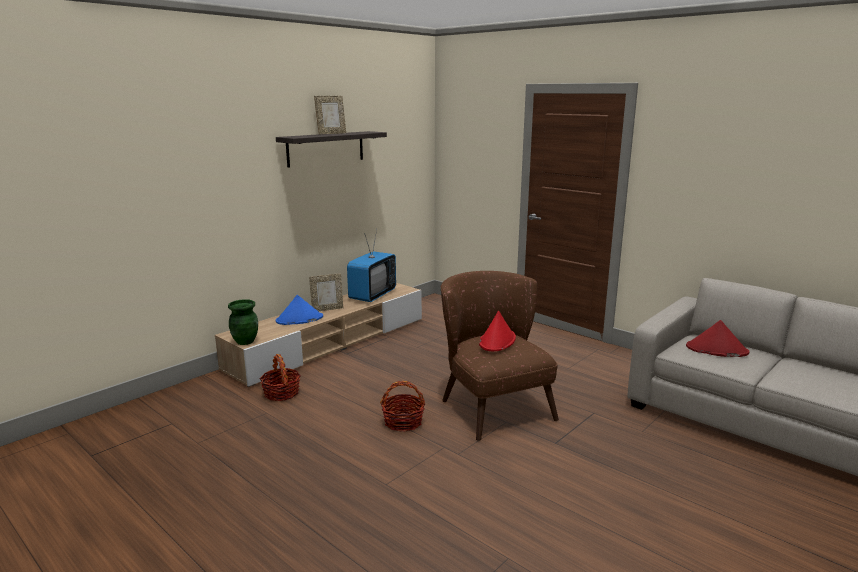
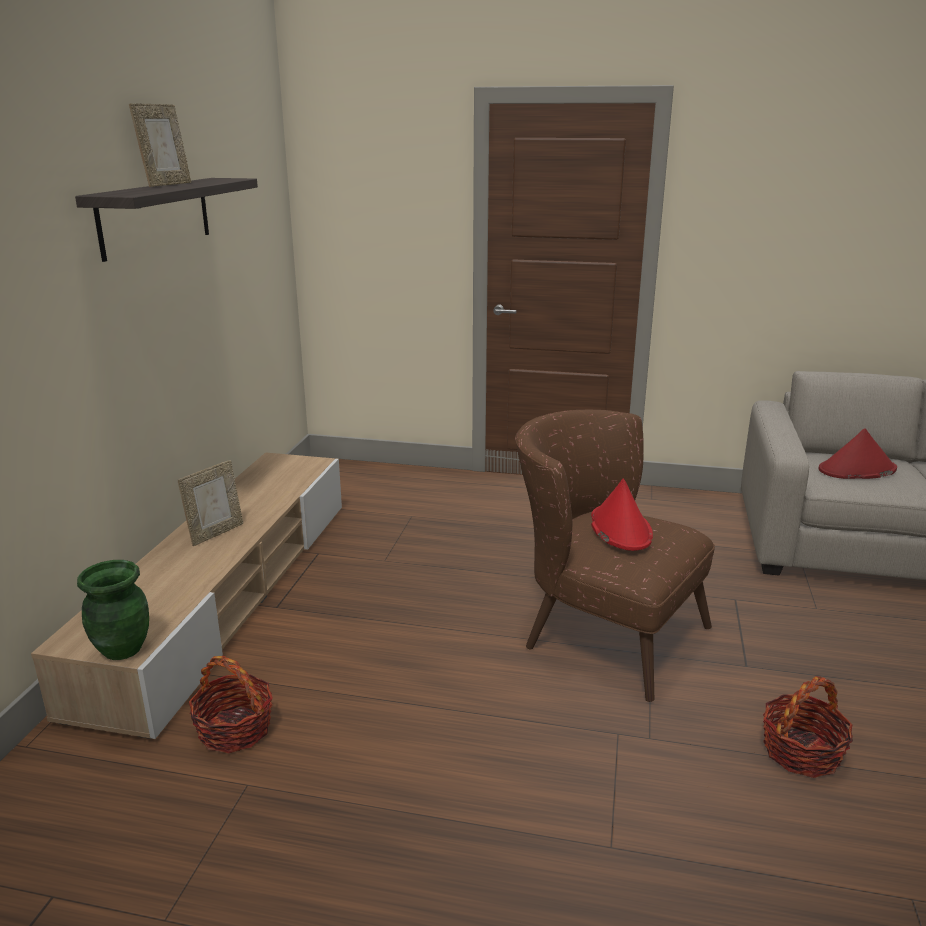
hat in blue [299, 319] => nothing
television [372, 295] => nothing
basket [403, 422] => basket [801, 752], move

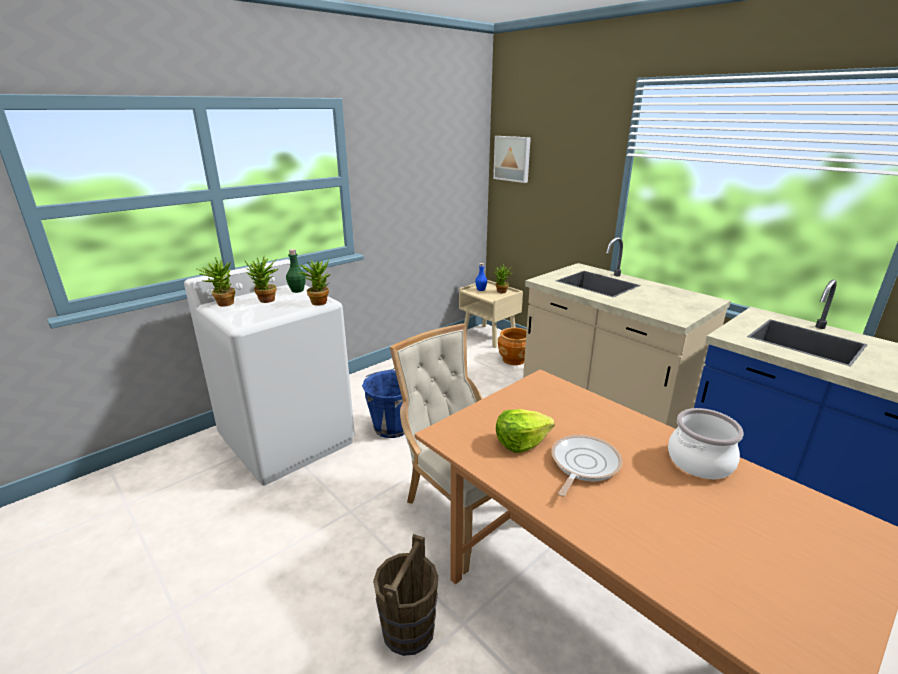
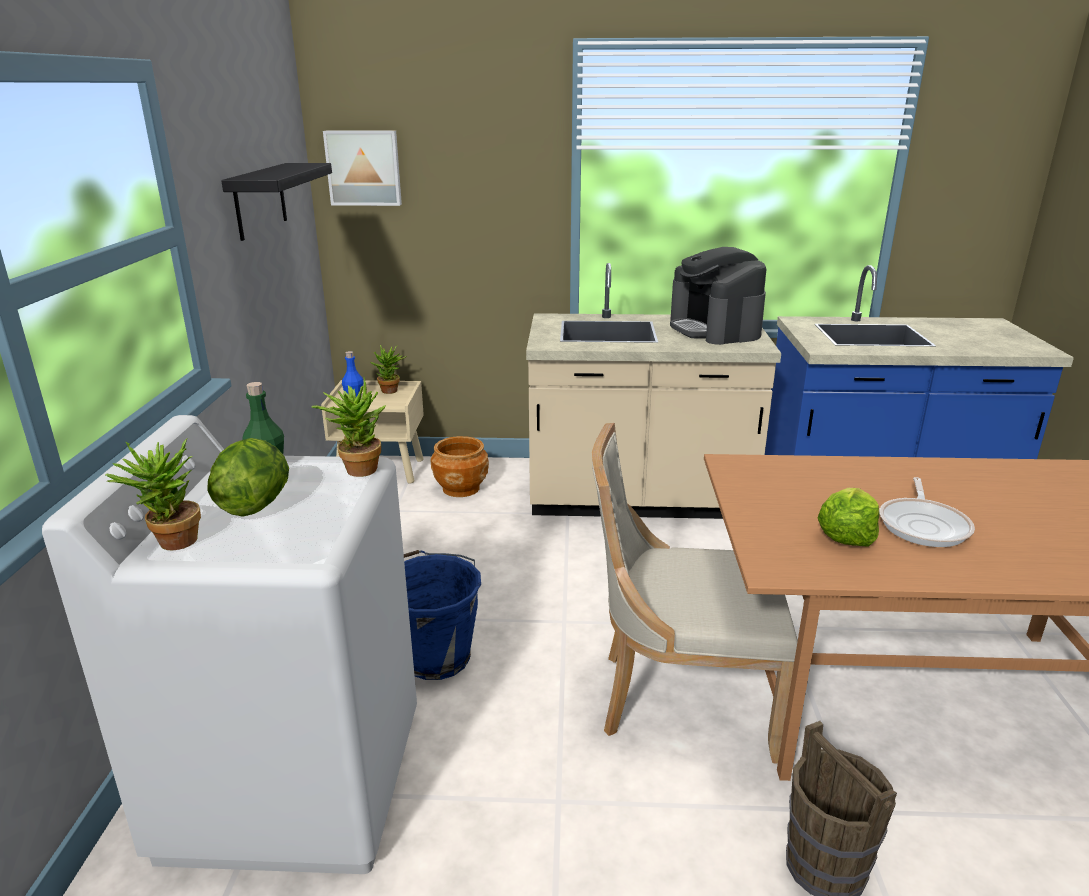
potted plant [266, 301] => lettuce [256, 505]
frying pan [582, 464] => frying pan [924, 525], 150 degrees counterclockwise
cooking pot [699, 461] => nothing
nothing => shelf in black [260, 200]
nothing => coffee machine [714, 329]

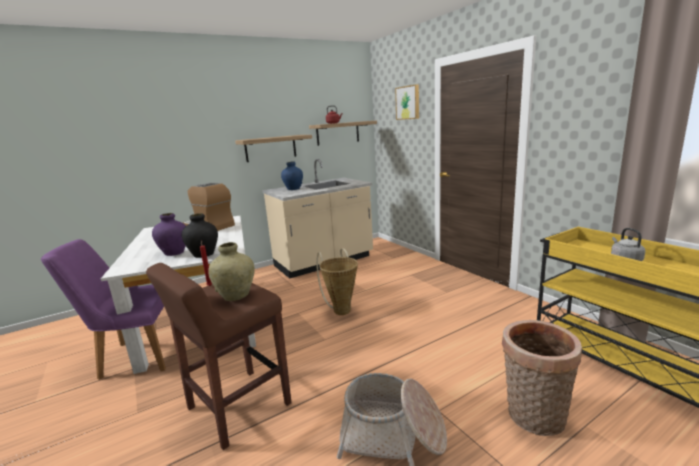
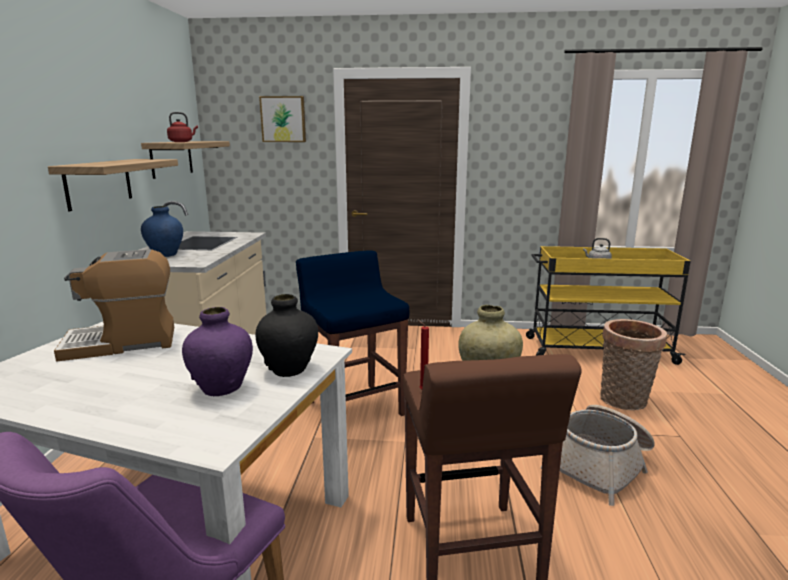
basket [341, 309] => stool in blue [354, 407]

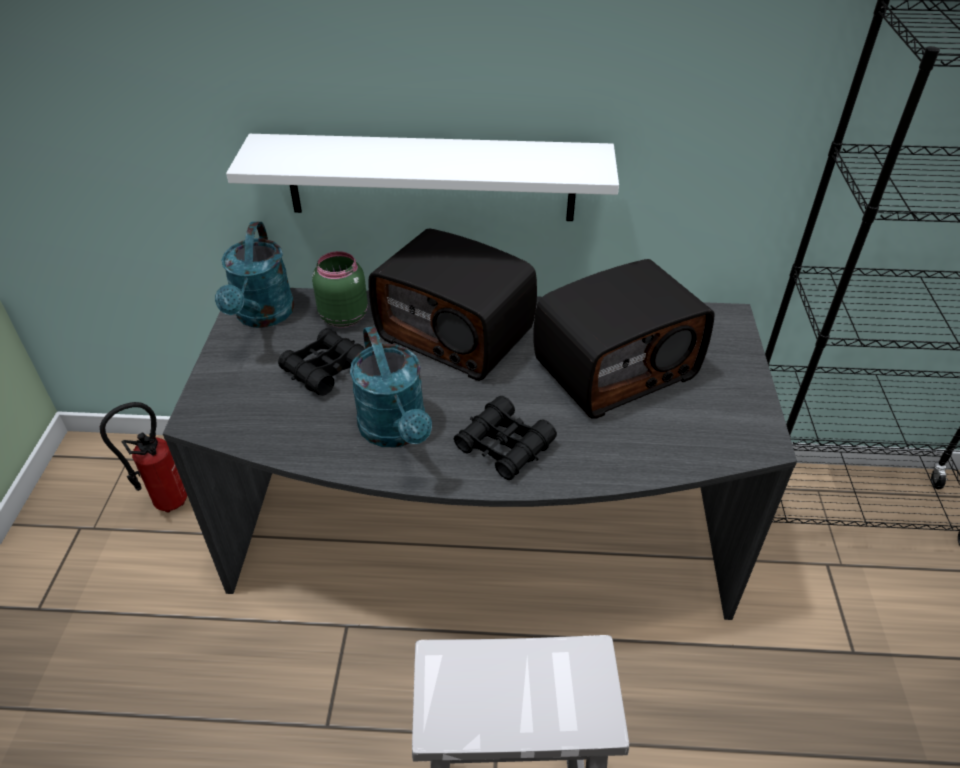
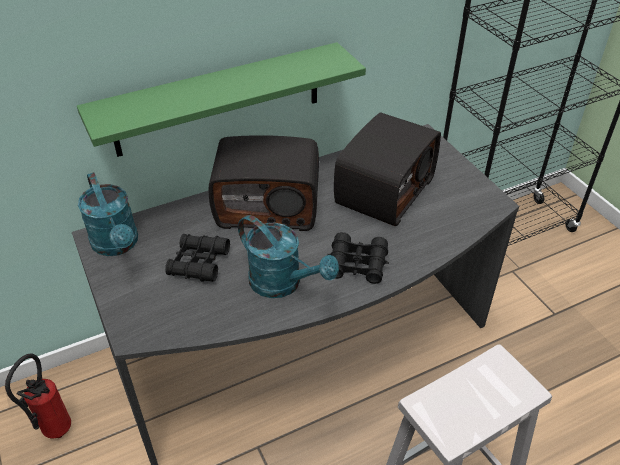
shelf in white [431, 178] => shelf in green [218, 100]
jar in green [343, 316] => nothing

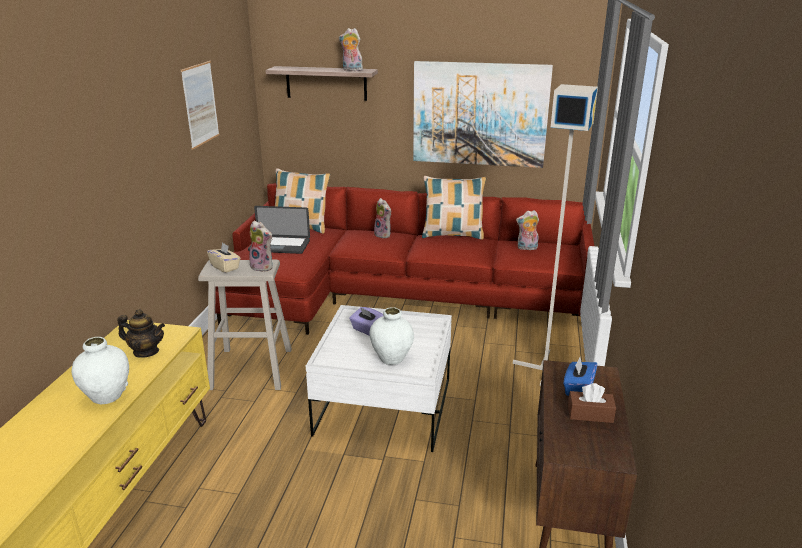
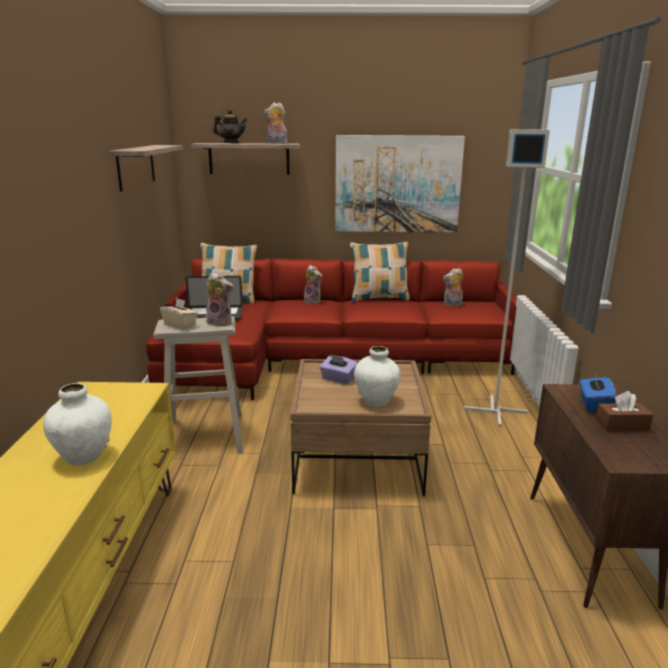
teapot [146, 352] => teapot [231, 143], move
picture [200, 104] => shelf [136, 166]
coffee table in white [384, 407] => coffee table in brown [357, 458]

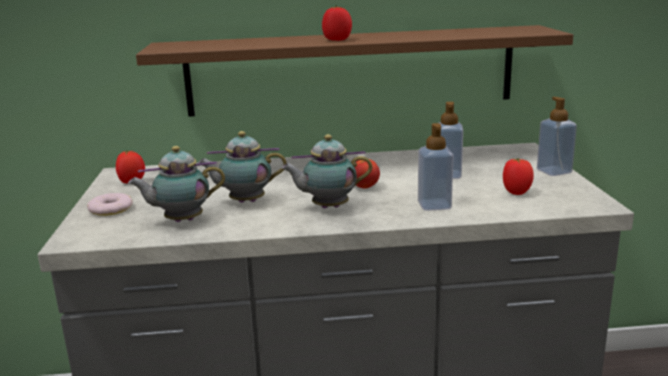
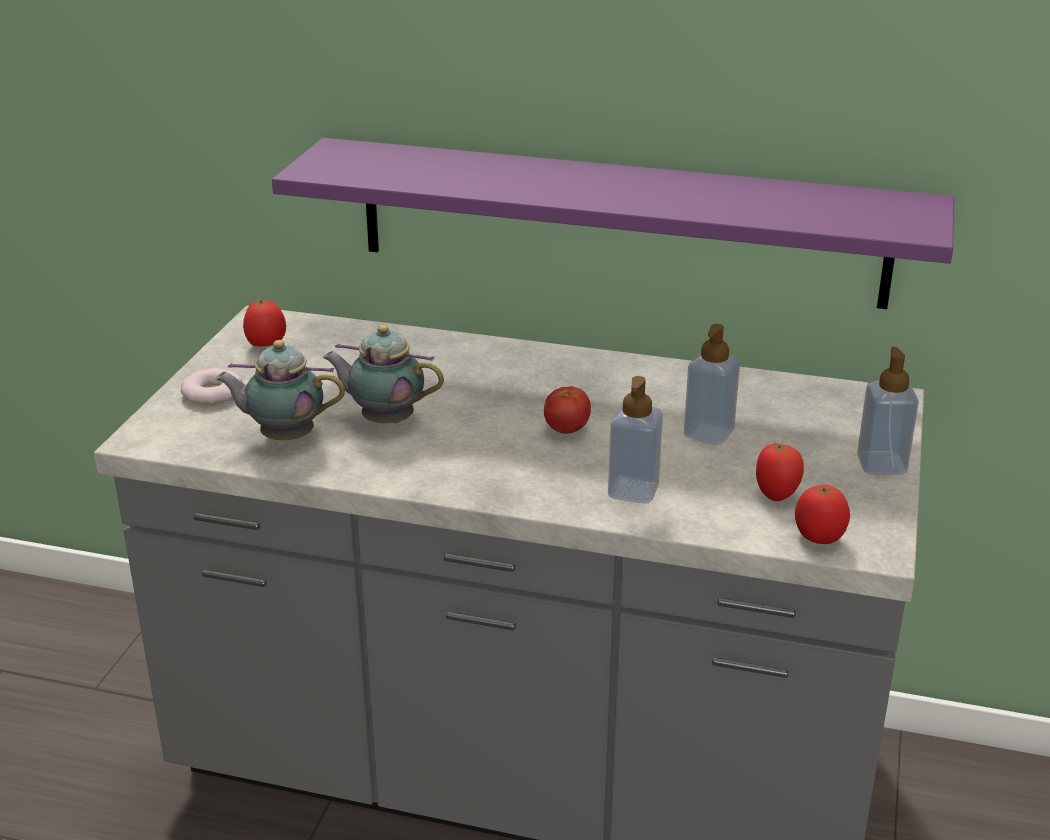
shelf in brown [350, 71] => shelf in purple [619, 222]
teapot [327, 207] => nothing
tomato [337, 40] => tomato [818, 537], move

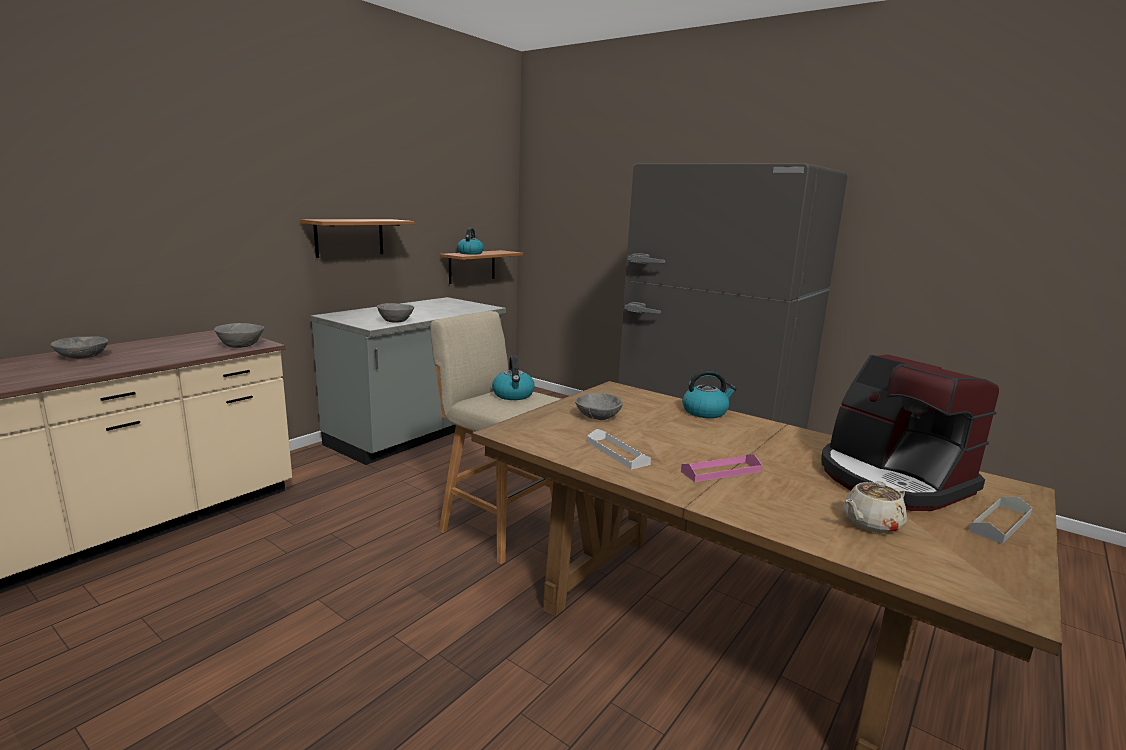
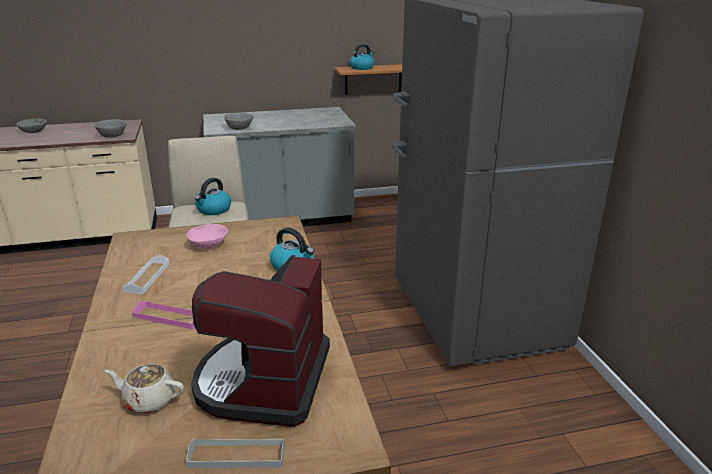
shelf [349, 237] => nothing
bowl in grey [598, 416] => bowl in pink [209, 245]

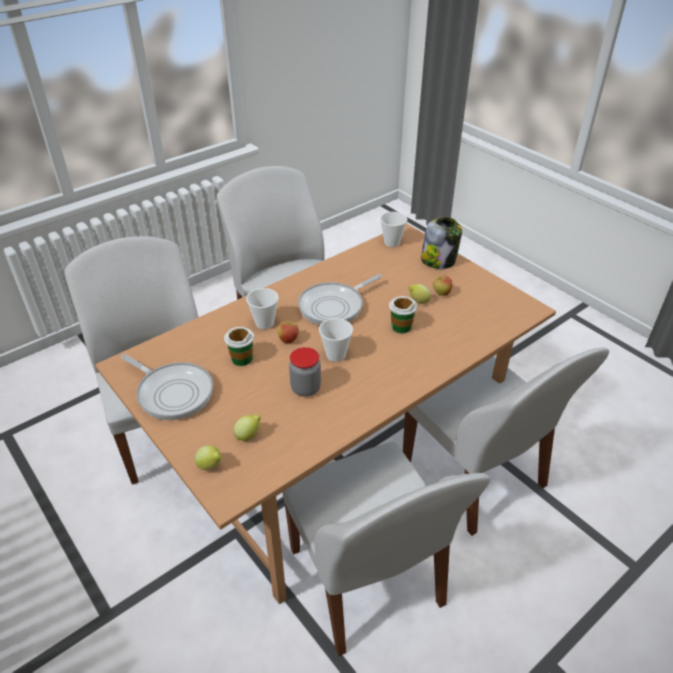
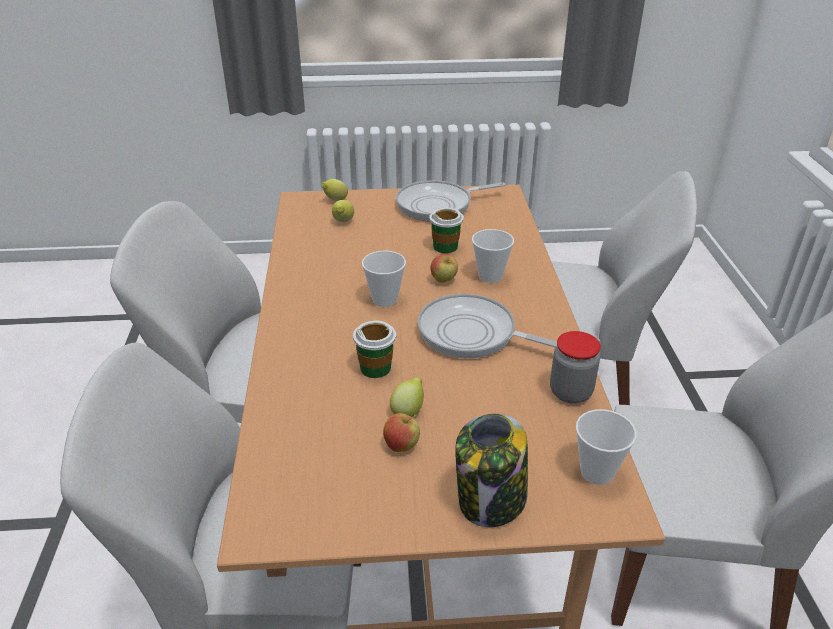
jar [305, 388] => jar [570, 392], move
frying pan [334, 306] => frying pan [472, 334], 60 degrees counterclockwise

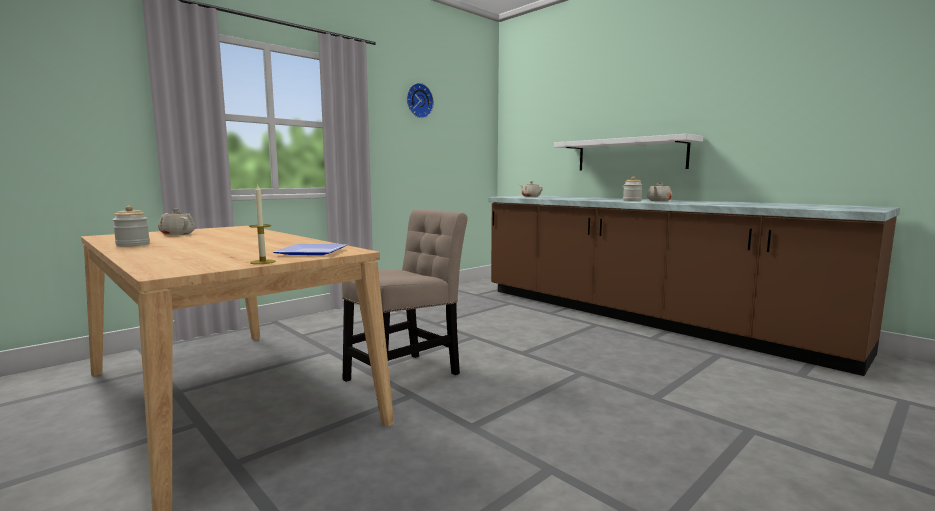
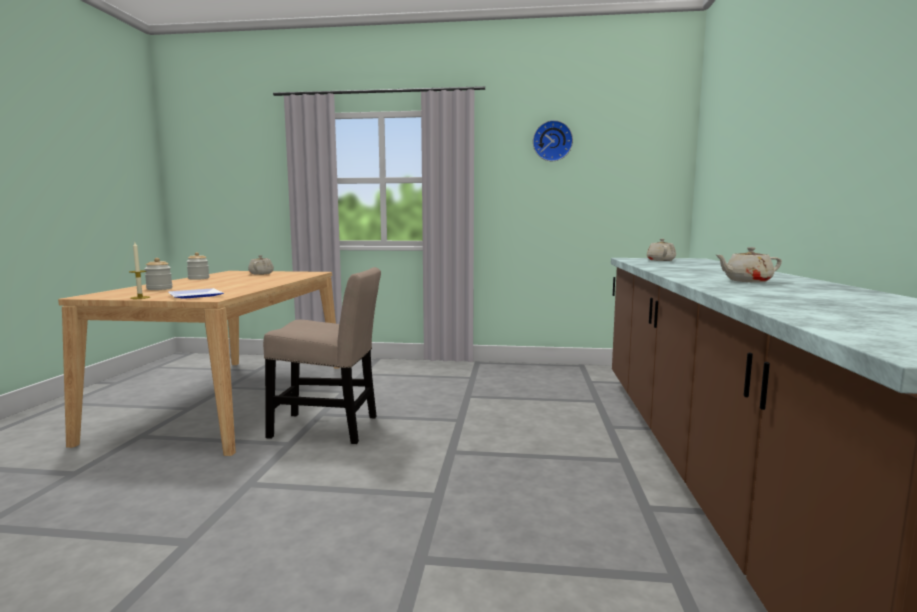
shelf in white [630, 155] => nothing
jar [632, 201] => jar [159, 289], move

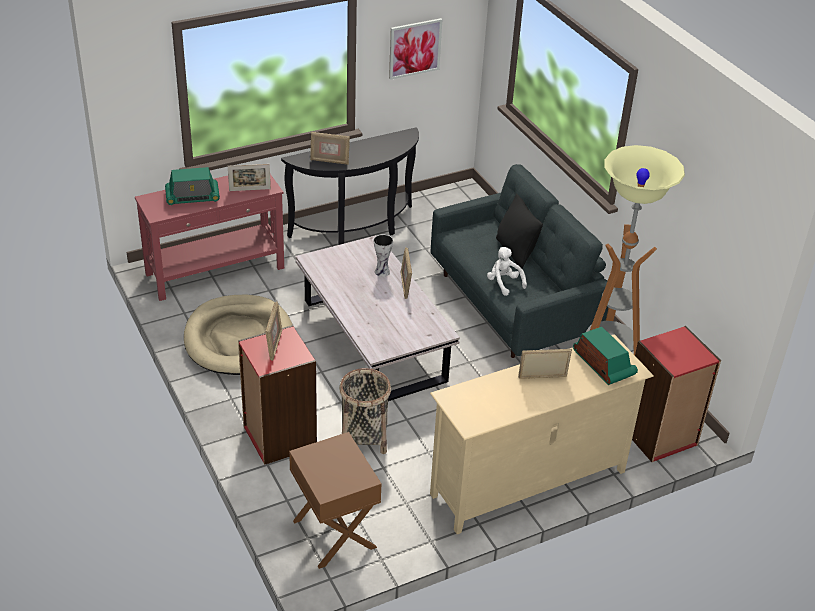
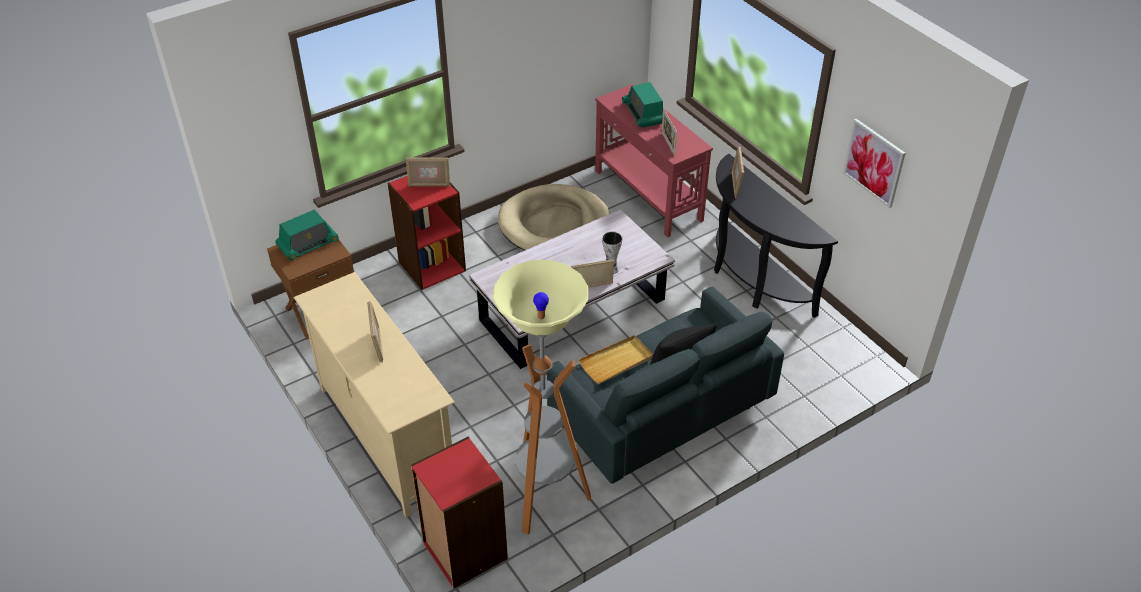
basket [363, 437] => nothing
plush toy in white [504, 283] => tray in beige [616, 361]
radio [603, 364] => radio [308, 244], move

